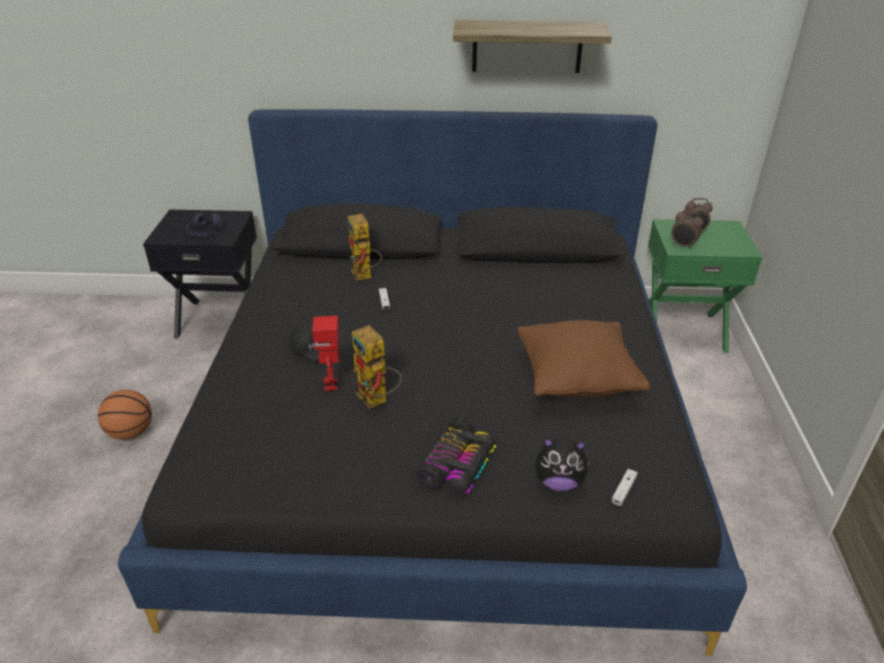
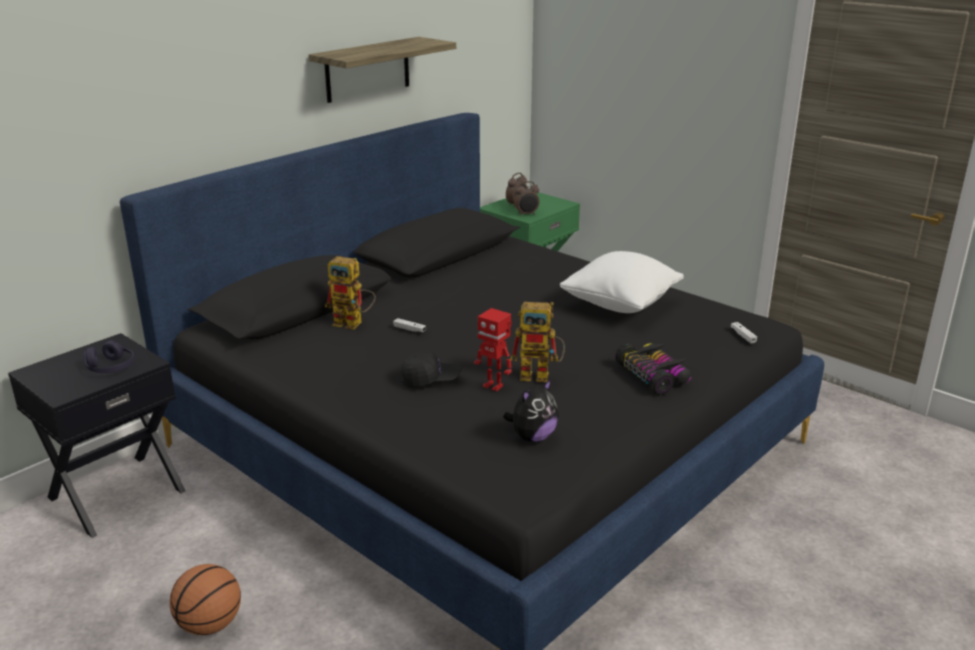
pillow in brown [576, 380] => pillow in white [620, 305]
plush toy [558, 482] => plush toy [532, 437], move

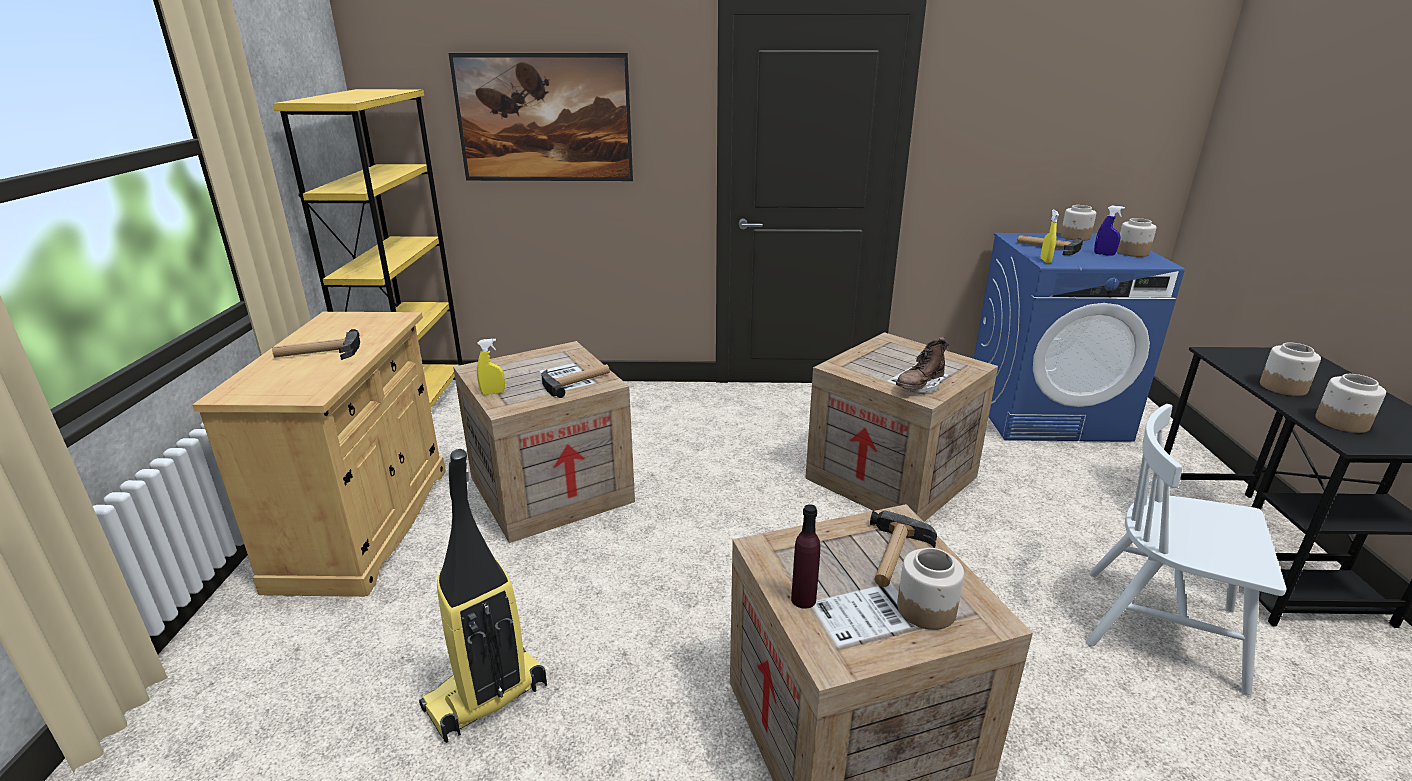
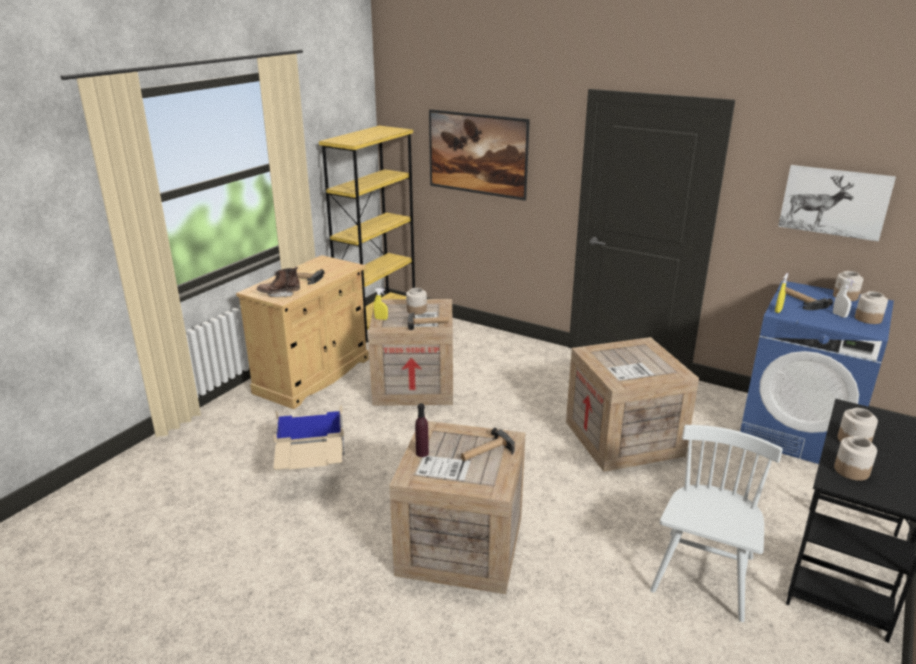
vacuum cleaner [485, 699] => storage box in beige [312, 469]
boot in brown [919, 387] => boot in brown [279, 294], move
jar [926, 609] => jar [417, 310], move
chair in white [1163, 627] => chair in white [703, 575], 60 degrees clockwise
spray bottle in blue [1104, 254] => spray bottle in white [839, 315]
nothing => picture [834, 201]

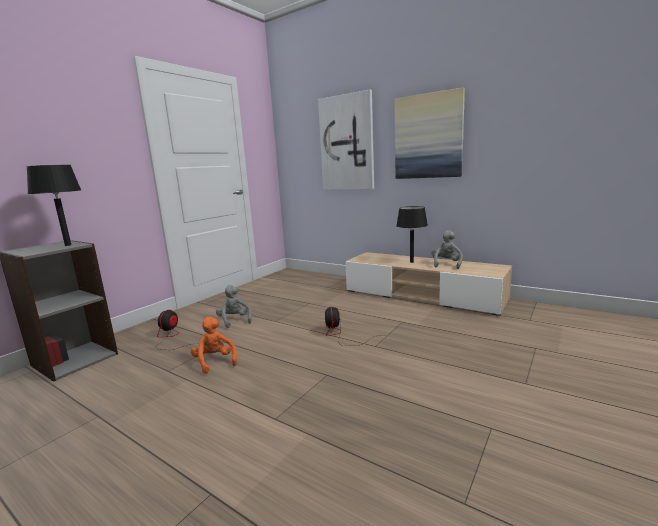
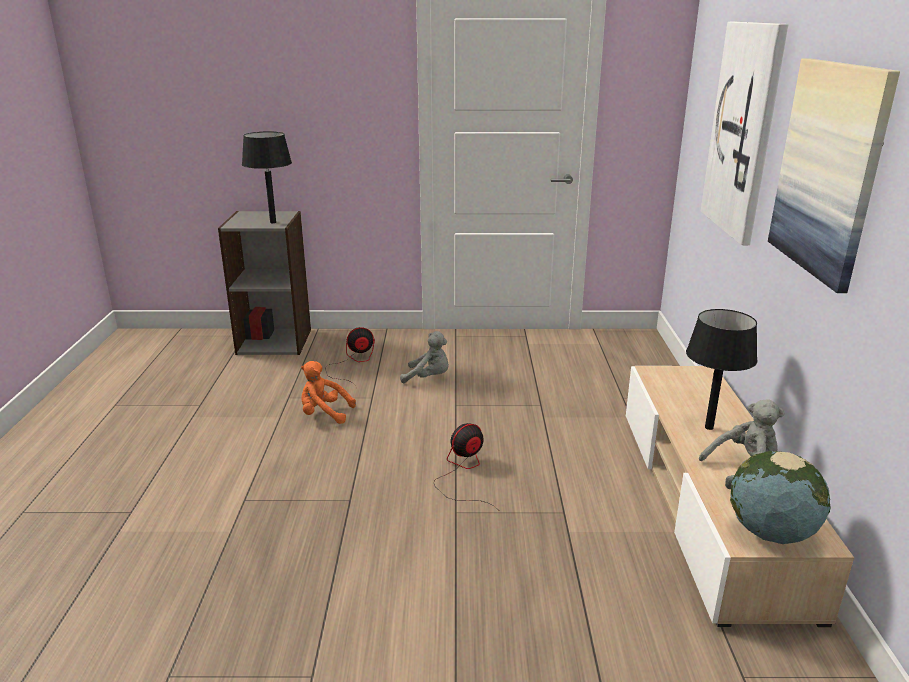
plush toy in orange [215, 362] => plush toy in orange [324, 414], 105 degrees counterclockwise
plush toy in grey [234, 321] => plush toy in grey [429, 378], 75 degrees clockwise
nothing => globe [770, 532]

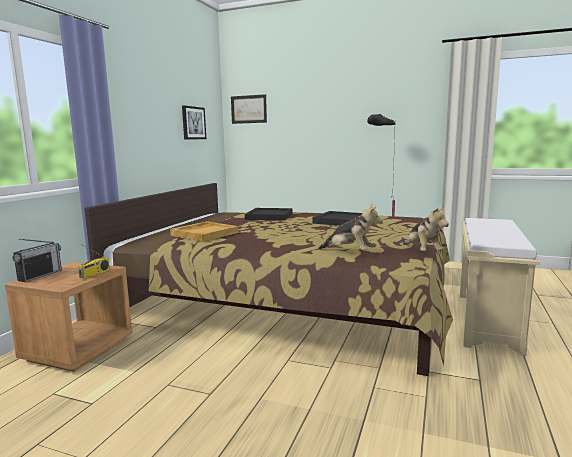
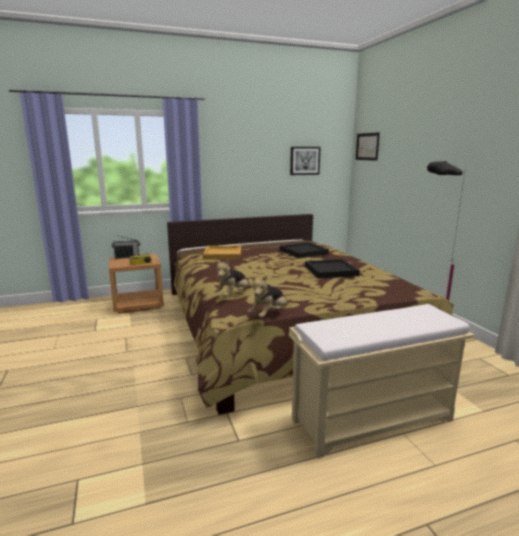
plush toy [350, 252] => plush toy [233, 295], 45 degrees clockwise

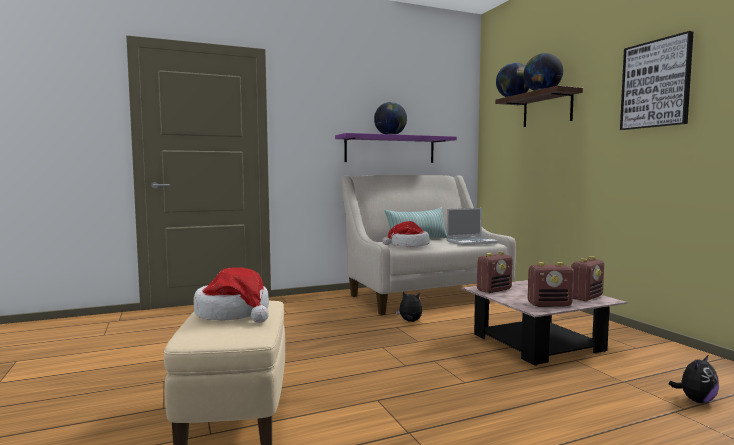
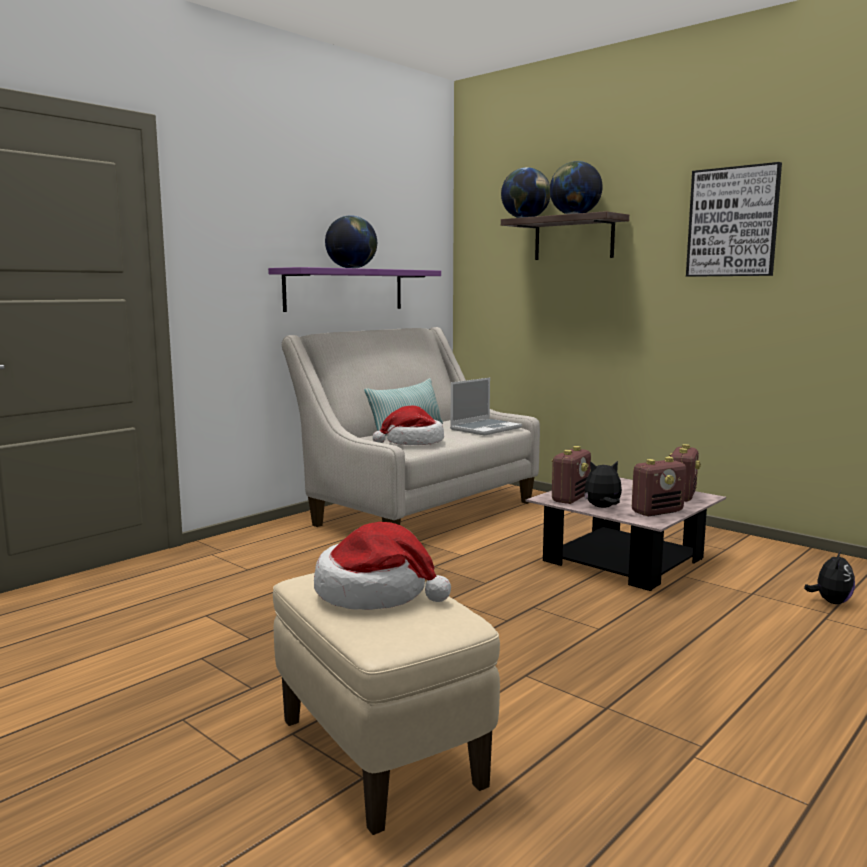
plush toy [410, 321] => plush toy [602, 508], move

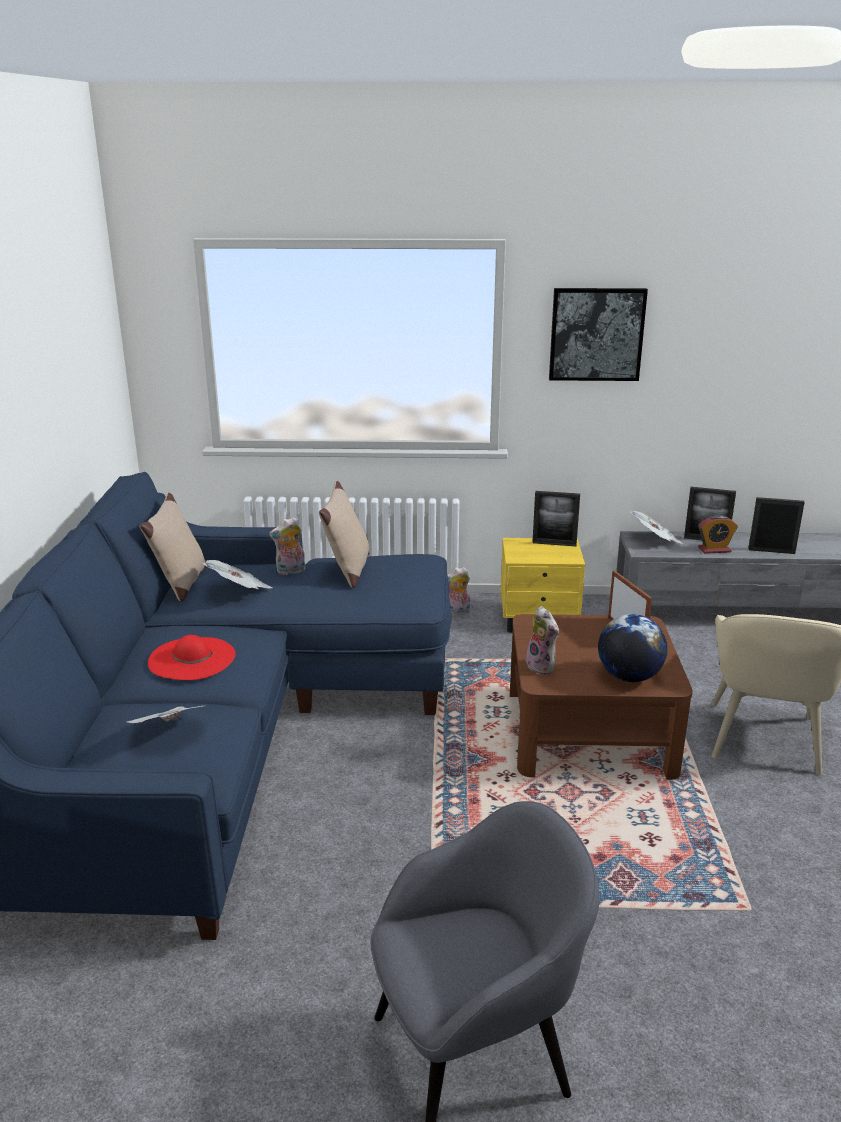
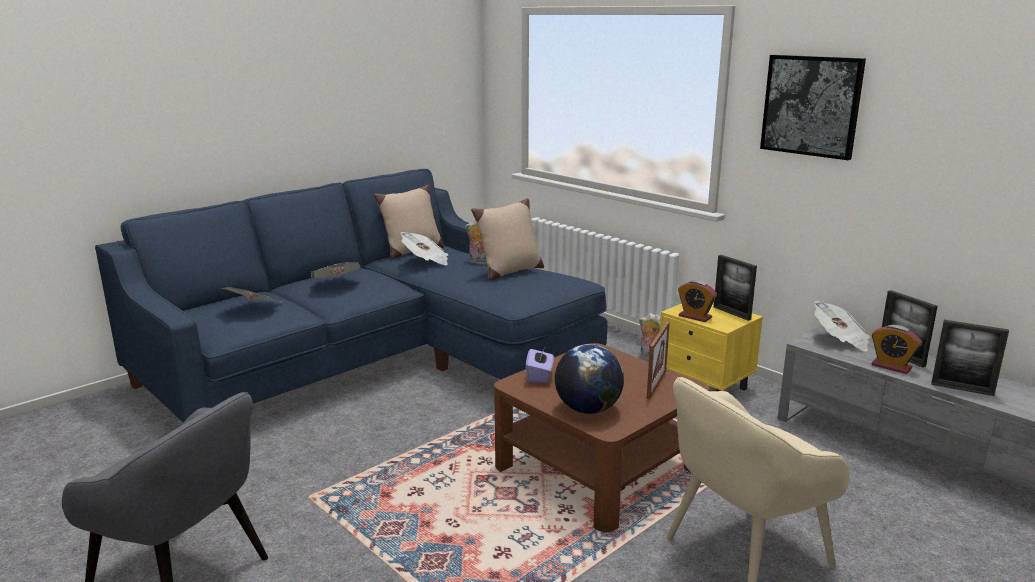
hat in red [191, 658] => newspaper [336, 284]
plush toy [543, 666] => tissue box in purple [539, 376]
picture frame [771, 551] => picture frame [962, 389], 150 degrees clockwise
nothing => alarm clock [695, 317]

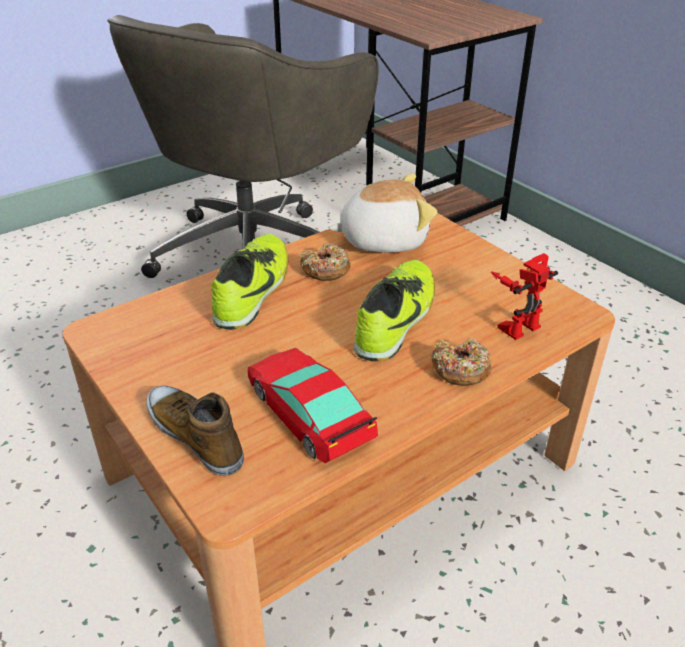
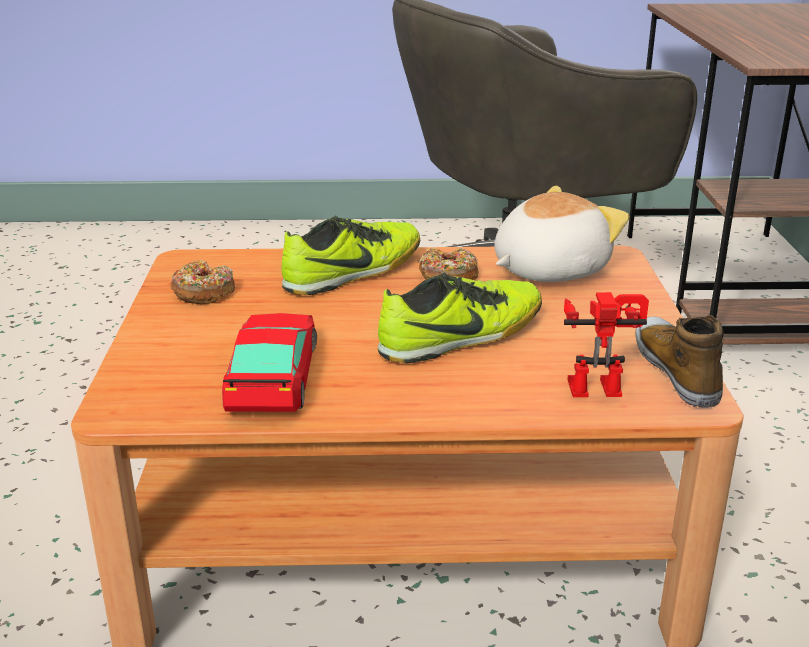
shoe [196, 435] => shoe [677, 370], move
plush toy [383, 239] => plush toy [548, 270], 60 degrees counterclockwise
donut [460, 369] => donut [203, 293], move

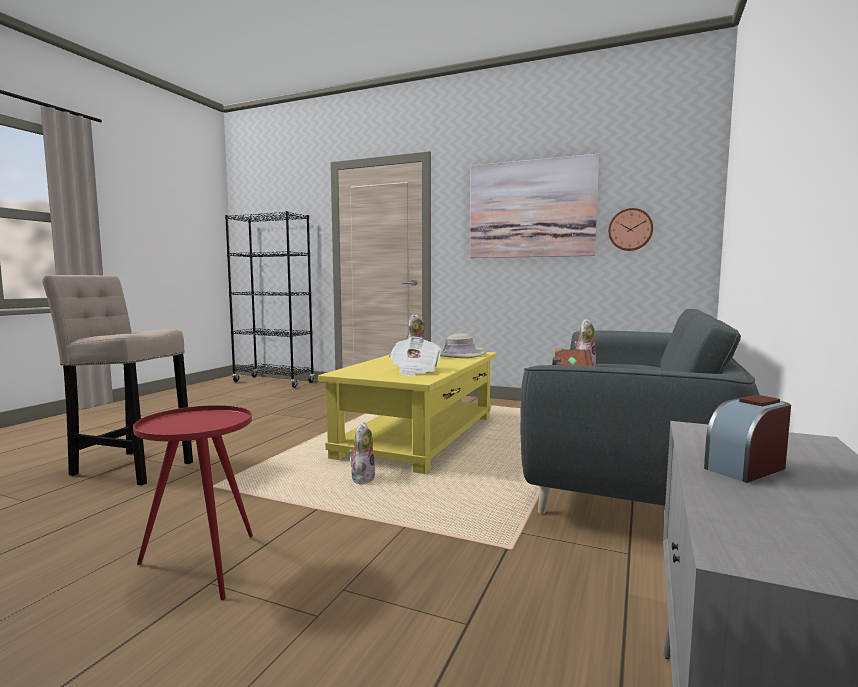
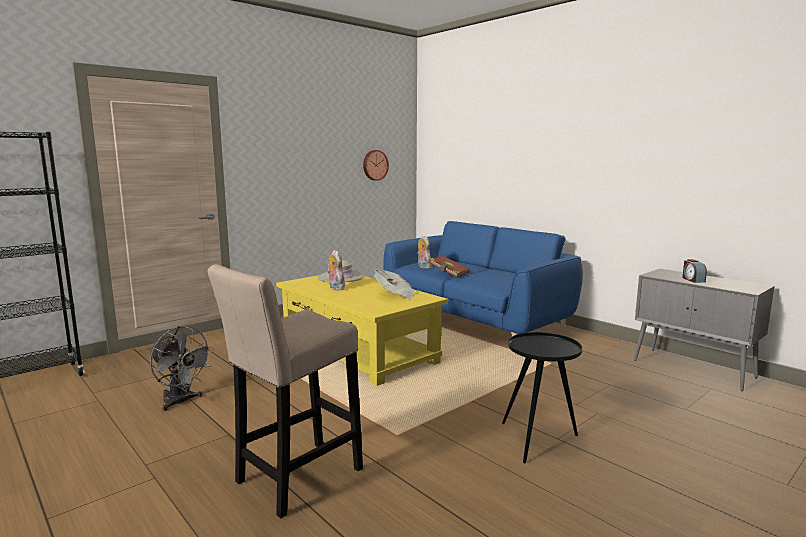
side table in red [203, 568] => side table in black [539, 440]
plush toy [362, 478] => nothing
picture [531, 209] => nothing
sofa in grey [629, 469] => sofa in blue [475, 320]
nothing => fan in grey [181, 402]

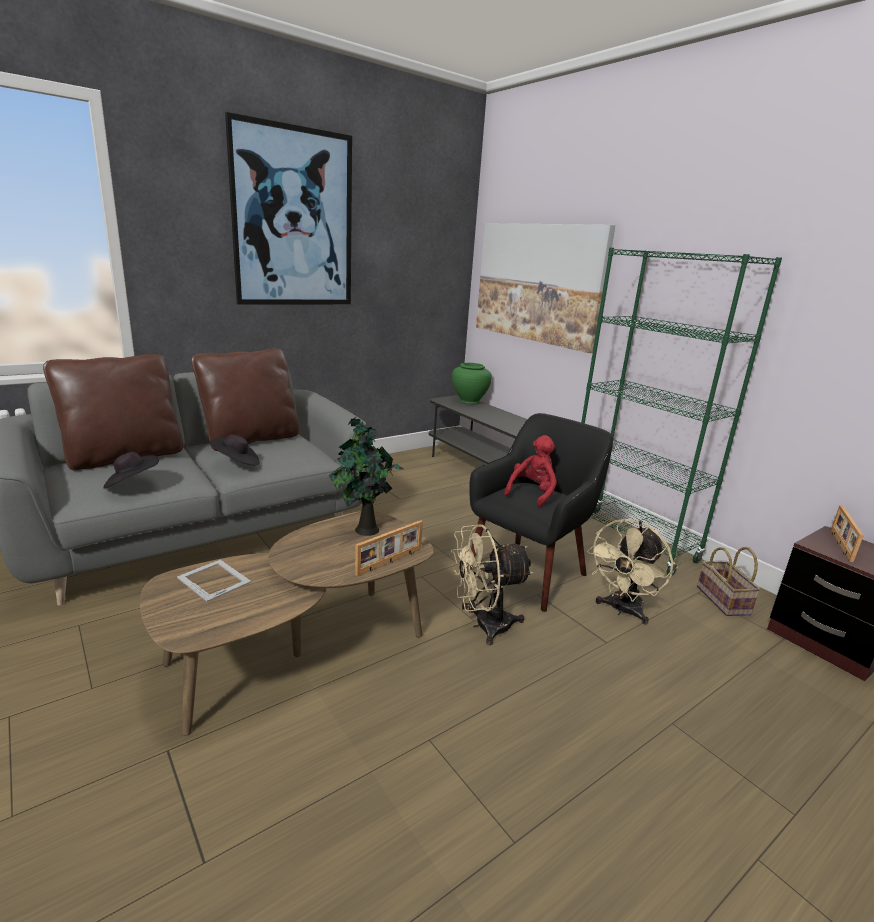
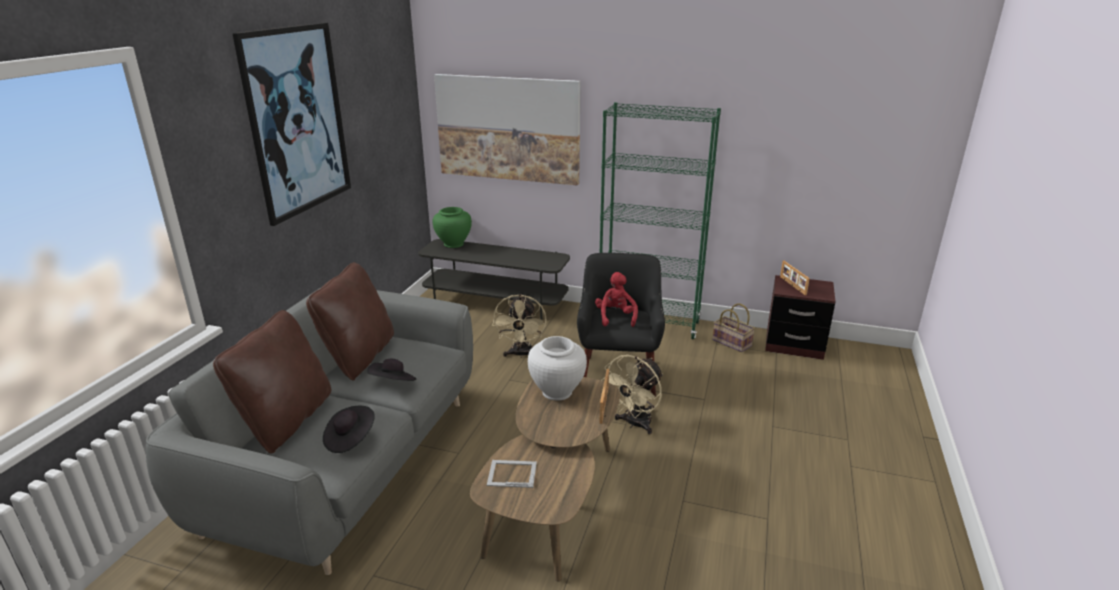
potted plant [364, 530] => vase in white [557, 392]
fan in beige [622, 610] => fan in beige [521, 354], move

